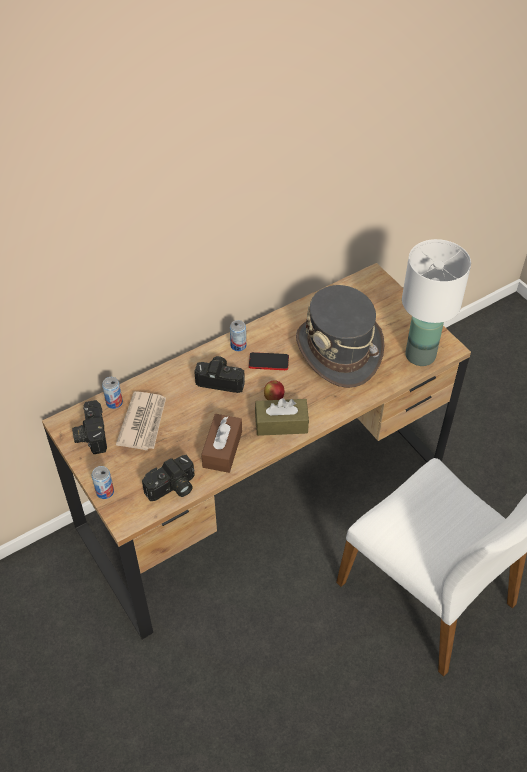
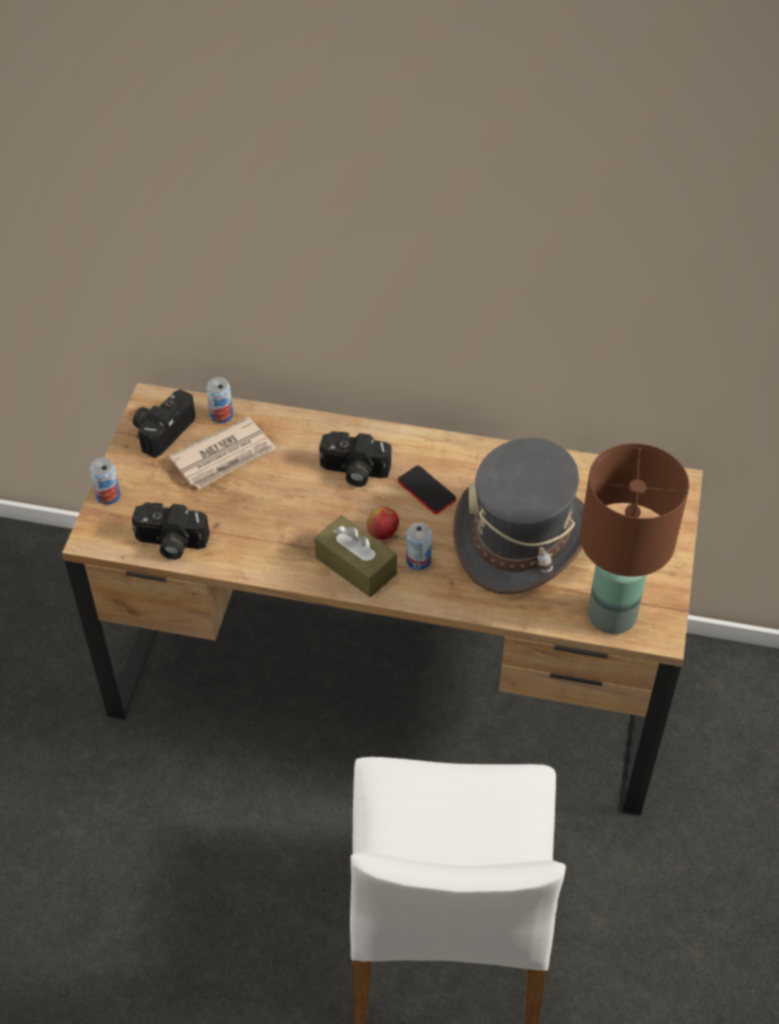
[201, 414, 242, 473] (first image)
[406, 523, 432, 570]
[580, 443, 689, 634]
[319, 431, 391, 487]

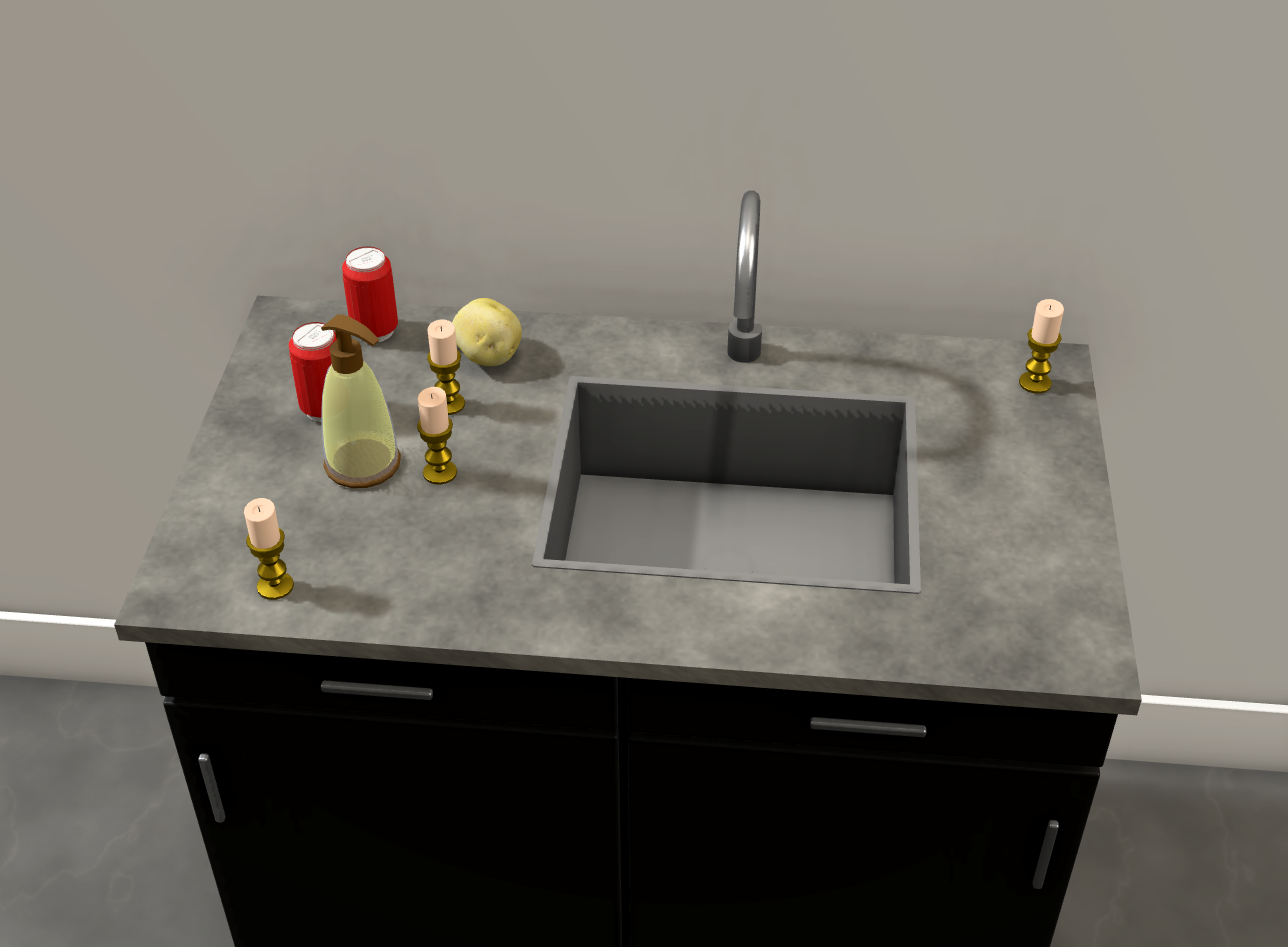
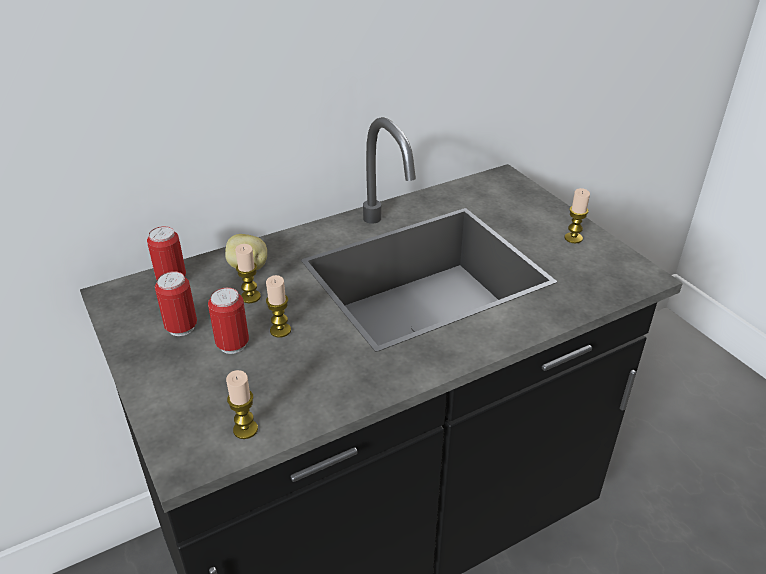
[565, 188, 590, 244]
[208, 288, 249, 354]

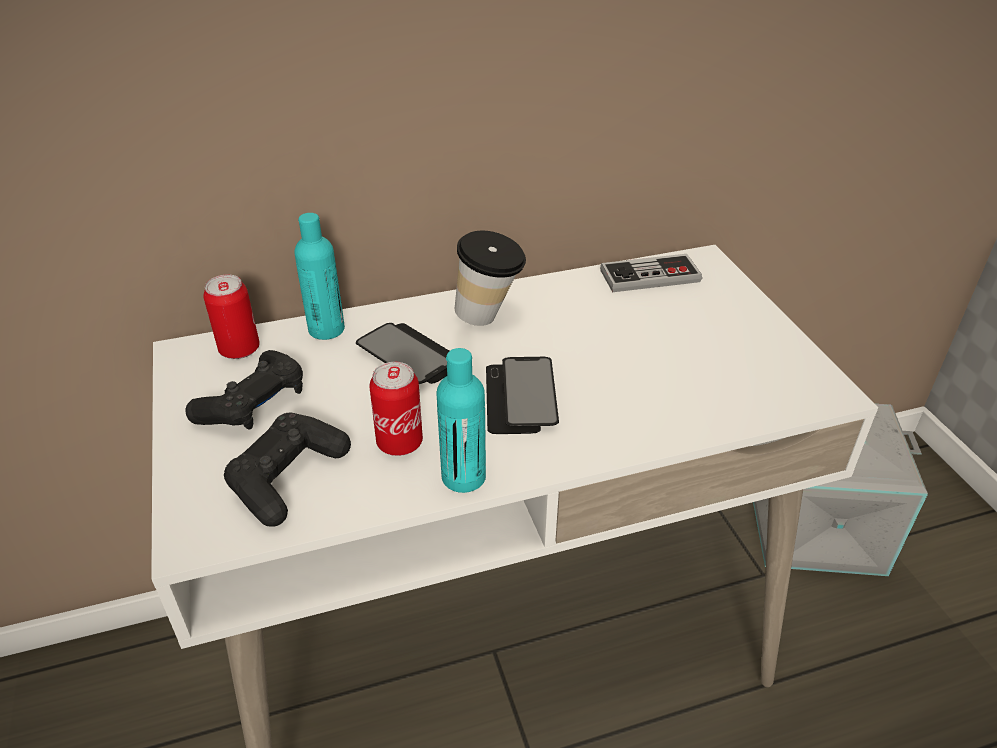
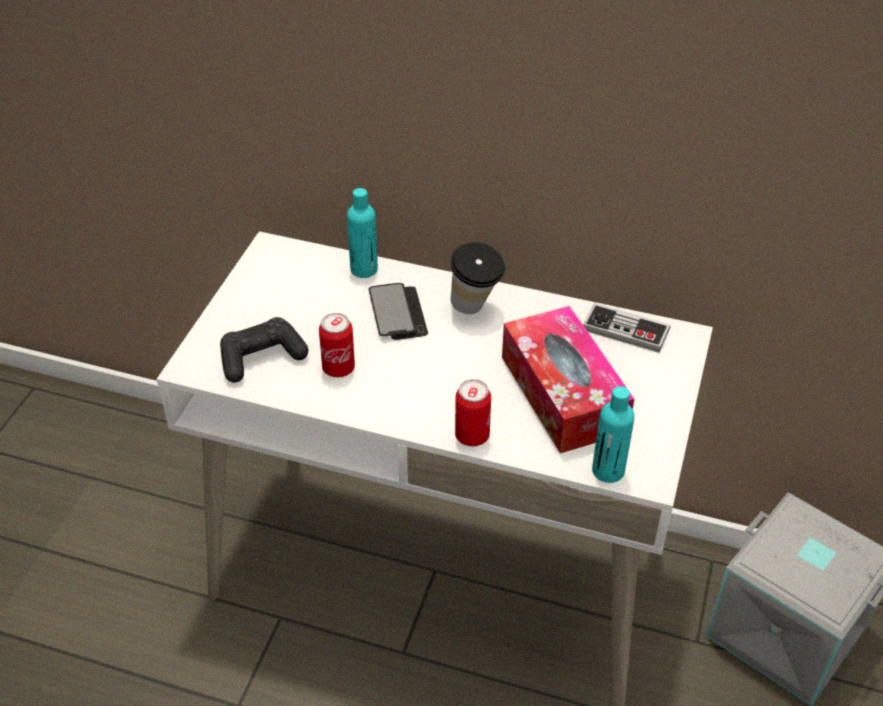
[185, 350, 303, 430] (first image)
[486, 357, 559, 434] (first image)
[502, 306, 634, 453]
[455, 379, 491, 446]
[592, 386, 635, 483]

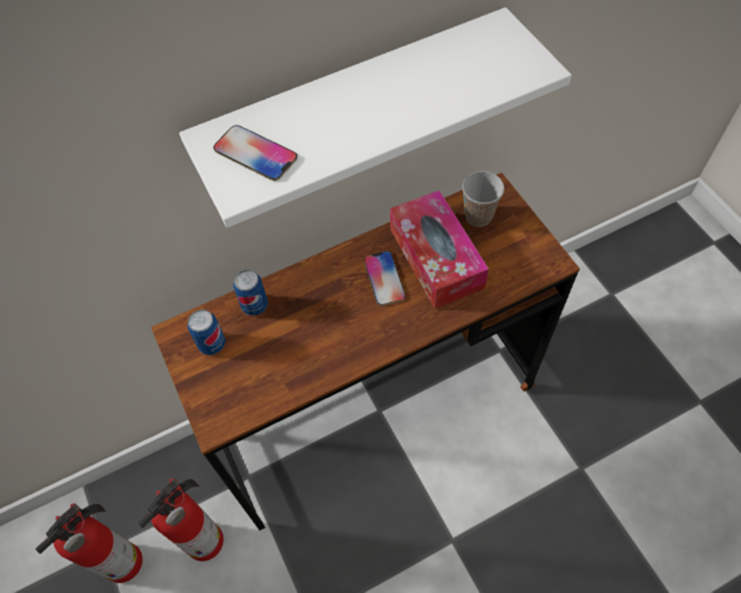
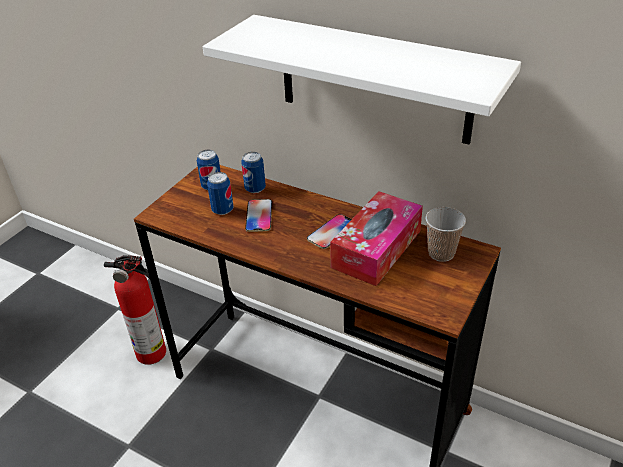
[35, 503, 143, 583] (first image)
[207, 172, 234, 215]
[245, 199, 272, 232]

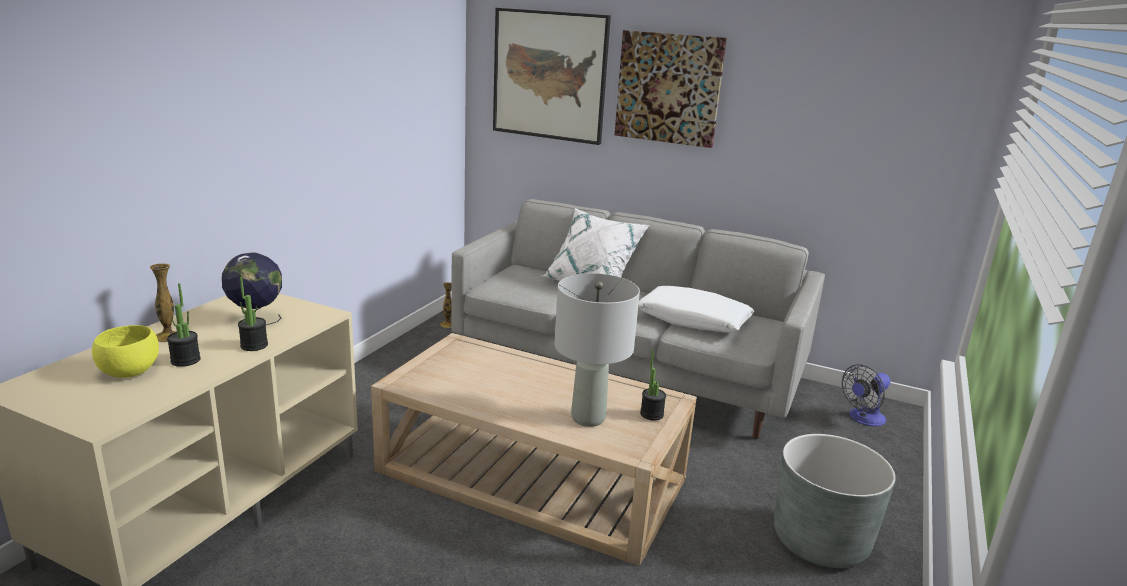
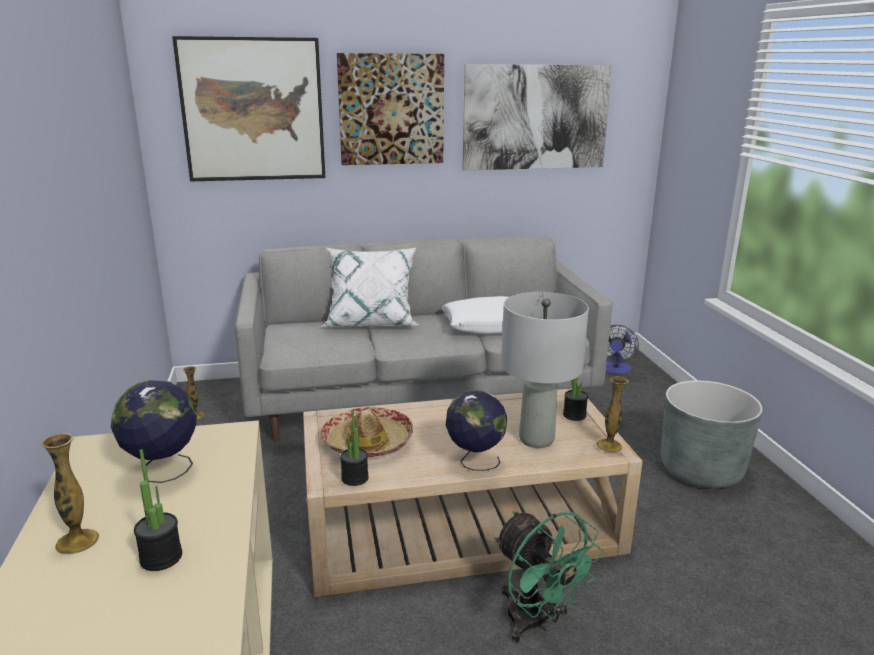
[92, 325, 159, 378] (first image)
[320, 407, 413, 457]
[446, 390, 507, 471]
[462, 64, 612, 170]
[495, 511, 604, 643]
[596, 376, 629, 452]
[340, 411, 369, 486]

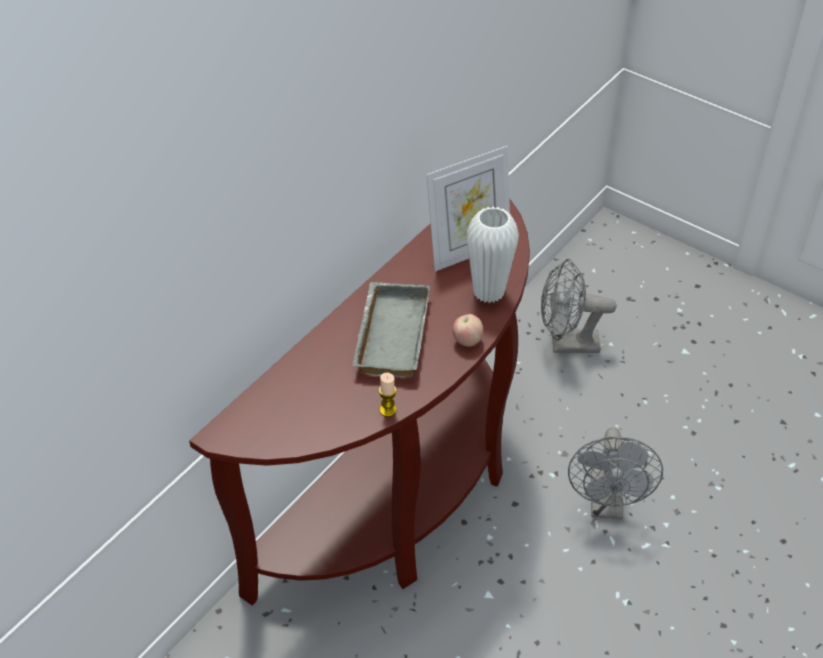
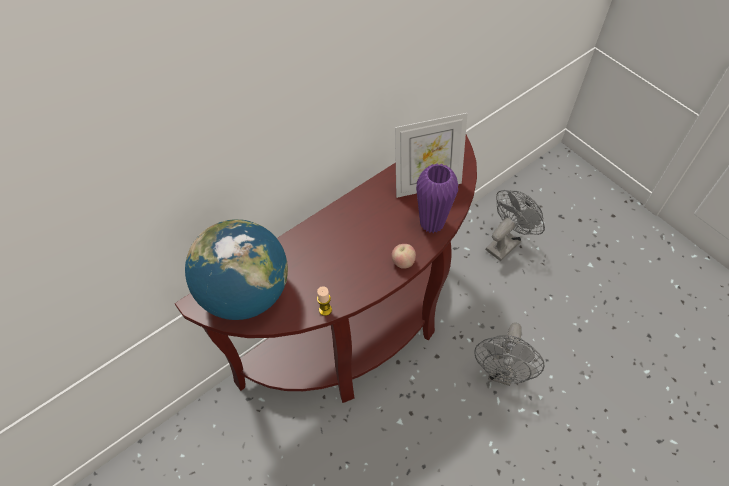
[352, 282, 430, 376] (first image)
[185, 219, 288, 320]
[416, 163, 458, 233]
[486, 190, 545, 261]

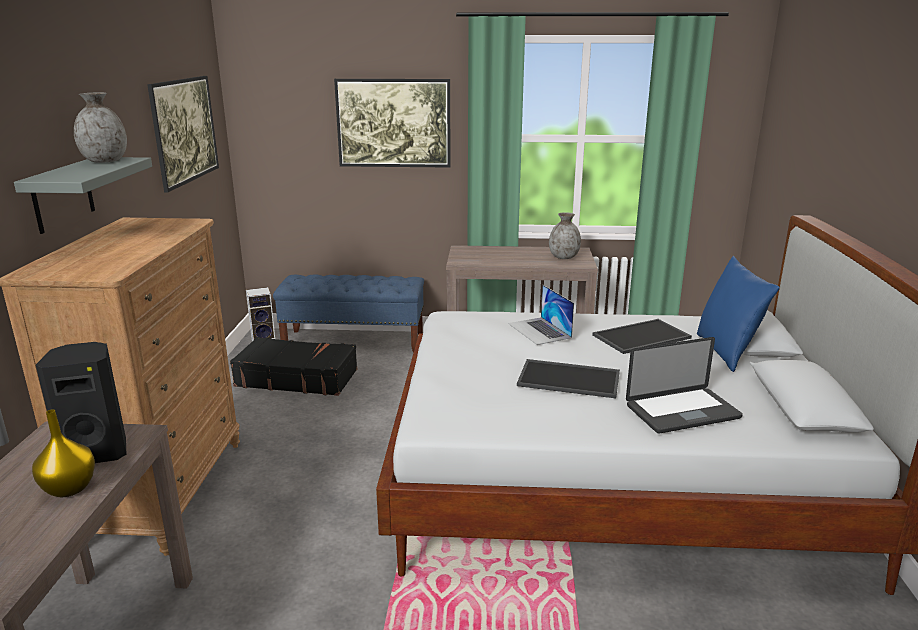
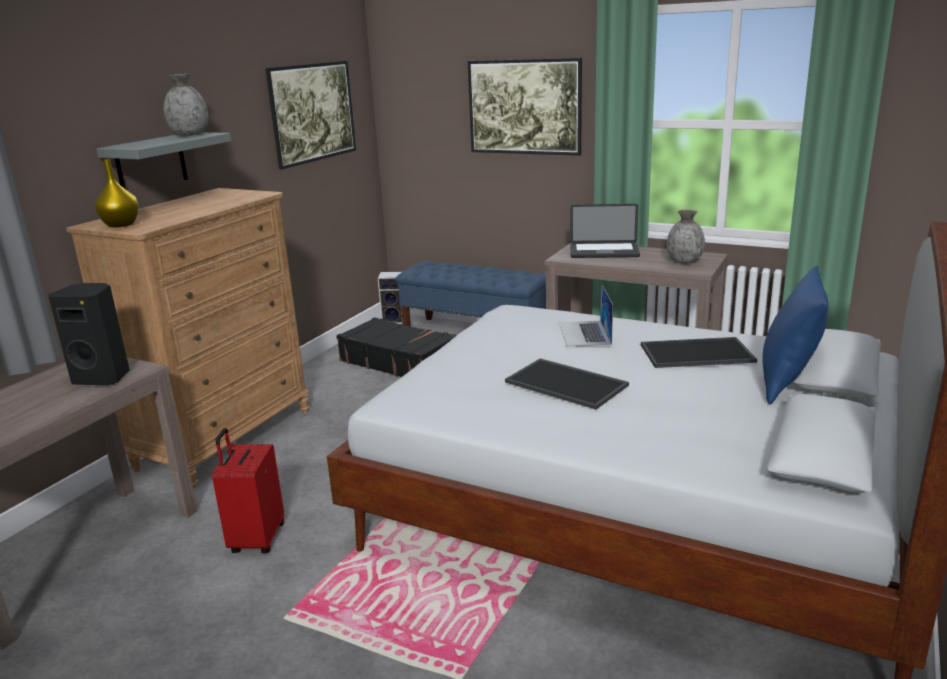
[212, 428, 284, 553]
[95, 159, 139, 227]
[570, 204, 640, 258]

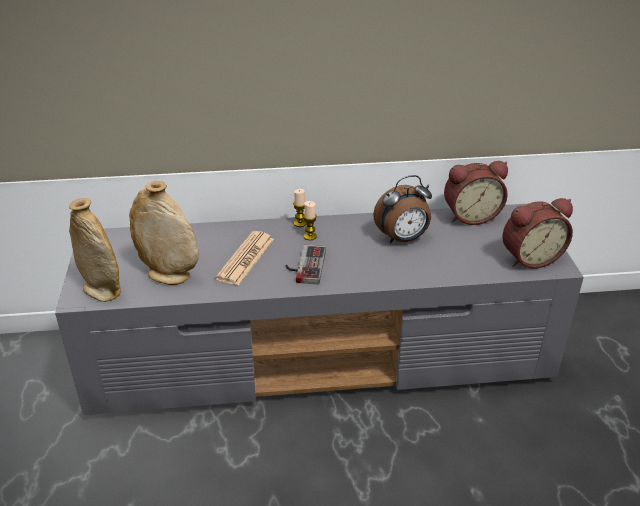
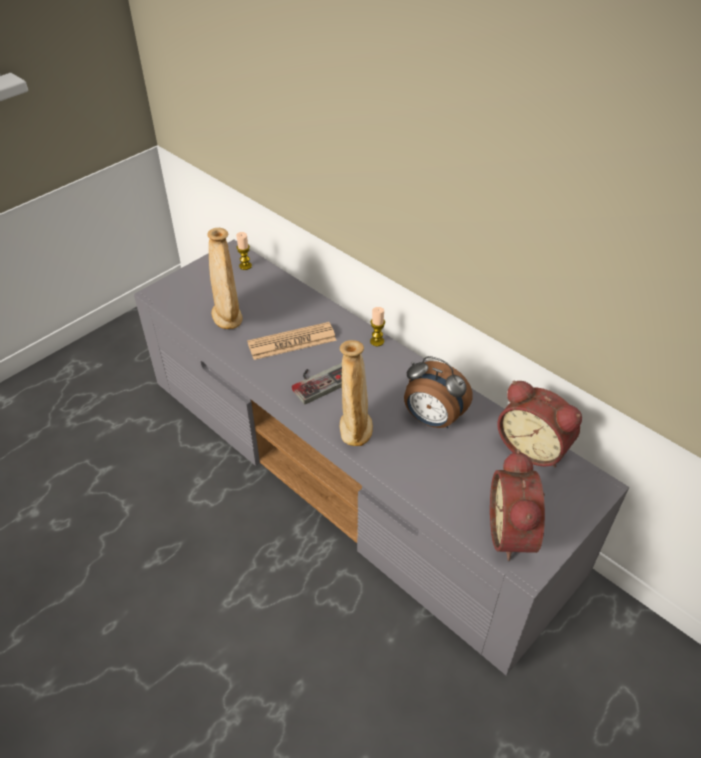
[340, 340, 373, 446]
[236, 232, 252, 270]
[490, 450, 545, 561]

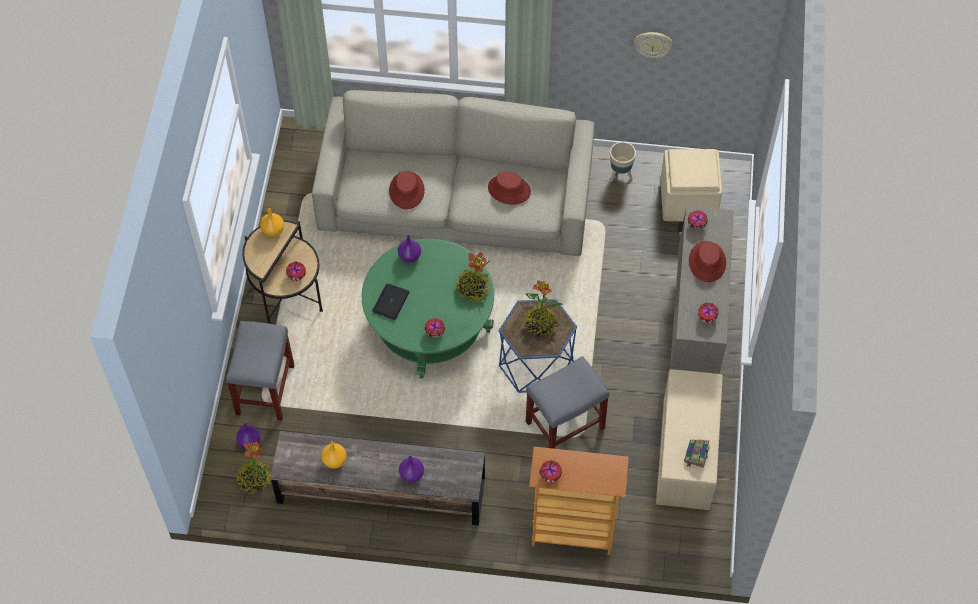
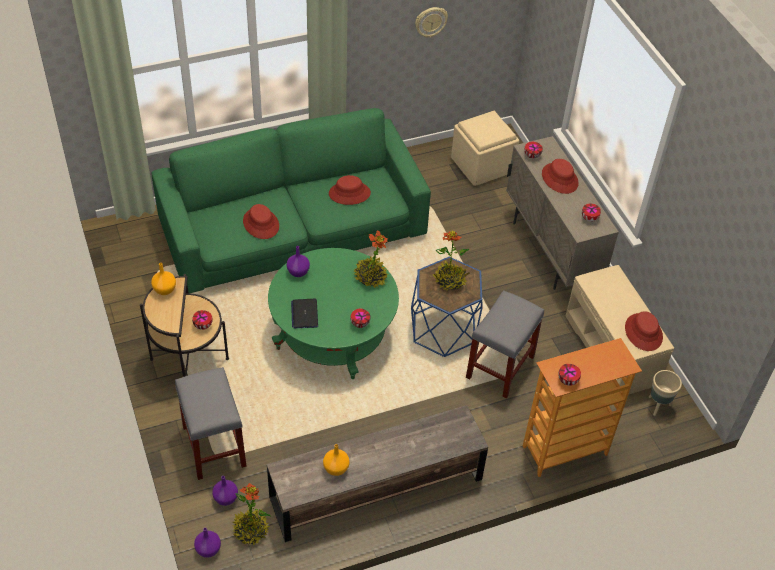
[194, 527, 221, 558]
[649, 370, 682, 416]
[625, 311, 663, 351]
[152, 108, 431, 293]

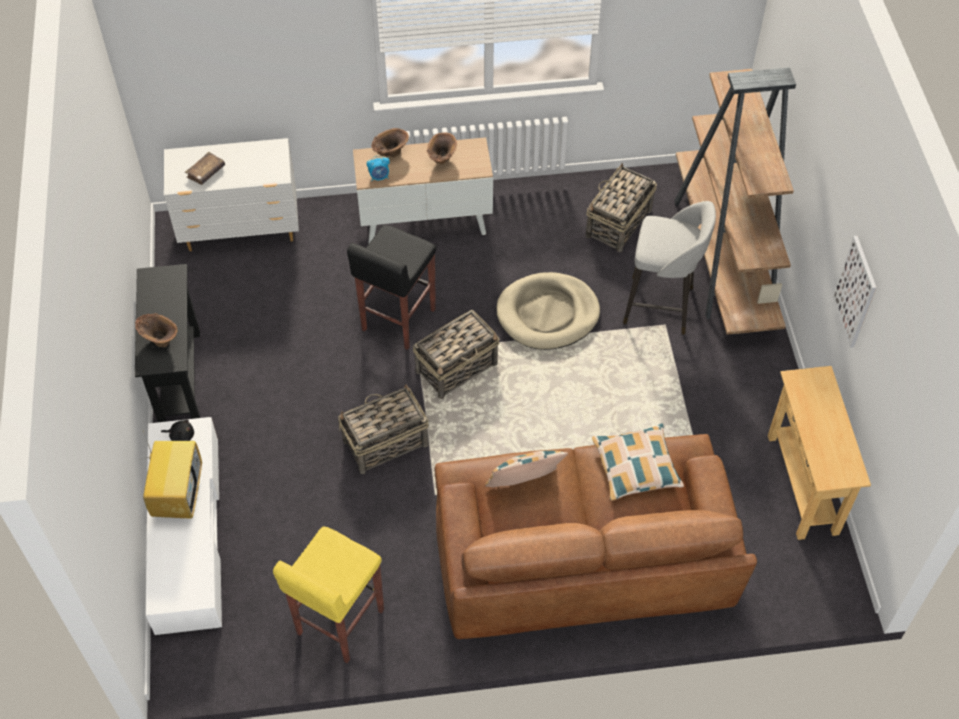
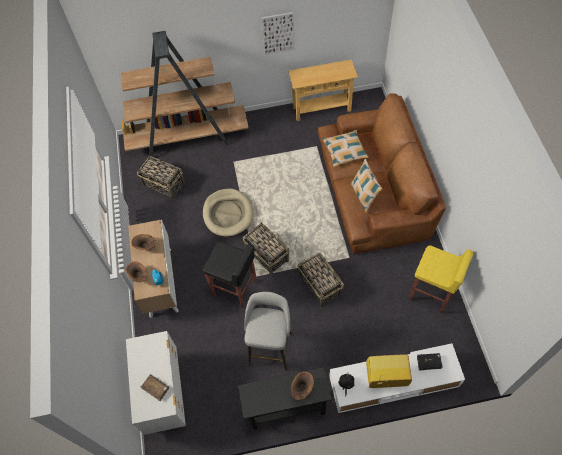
[417, 353, 443, 371]
[244, 292, 292, 370]

